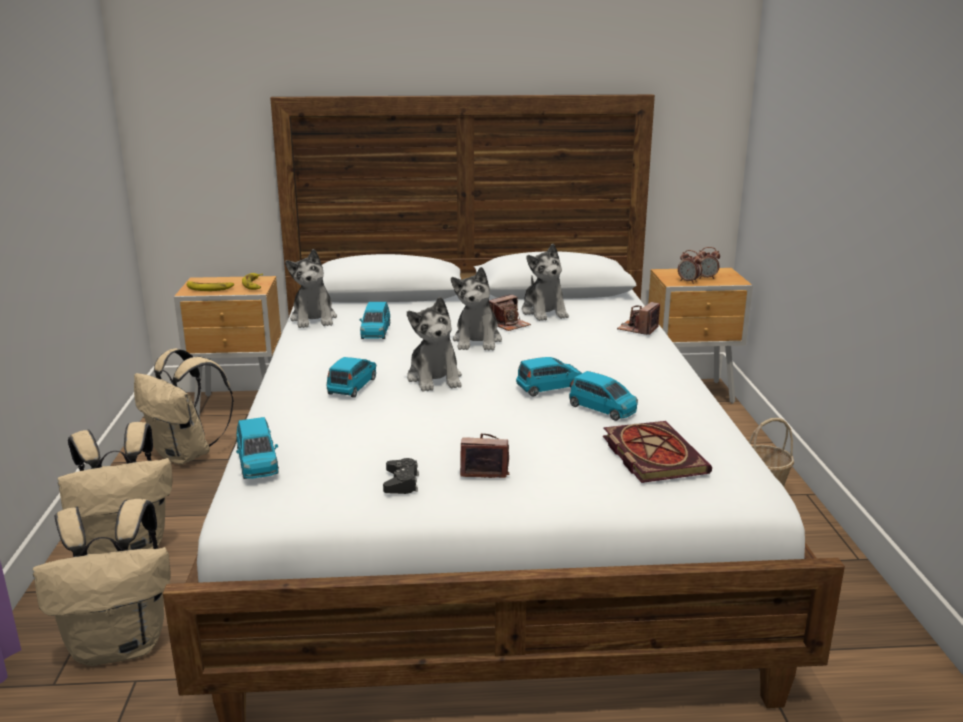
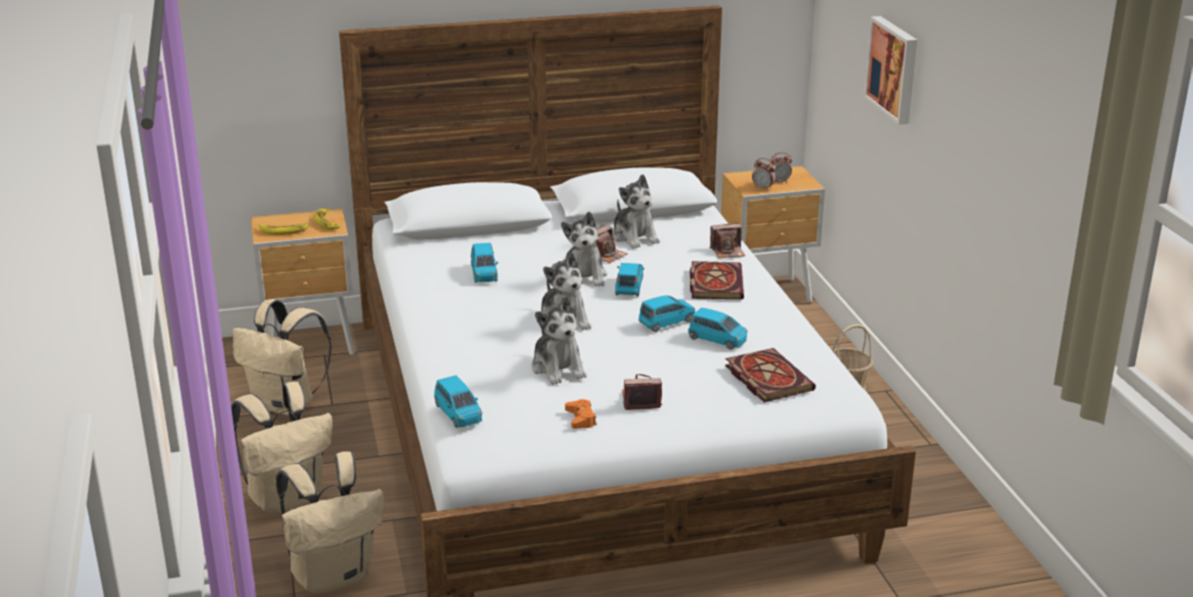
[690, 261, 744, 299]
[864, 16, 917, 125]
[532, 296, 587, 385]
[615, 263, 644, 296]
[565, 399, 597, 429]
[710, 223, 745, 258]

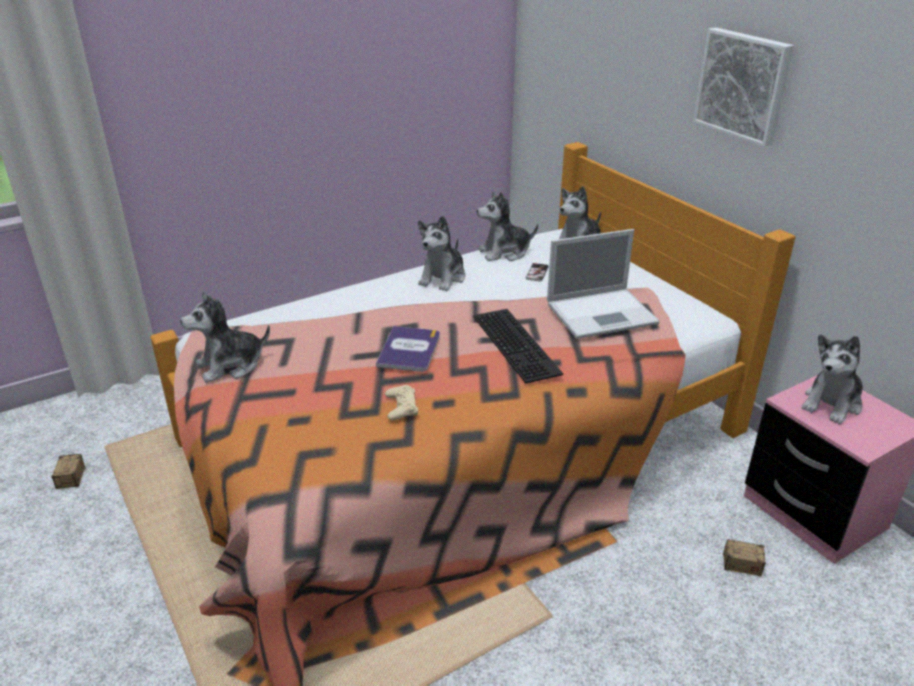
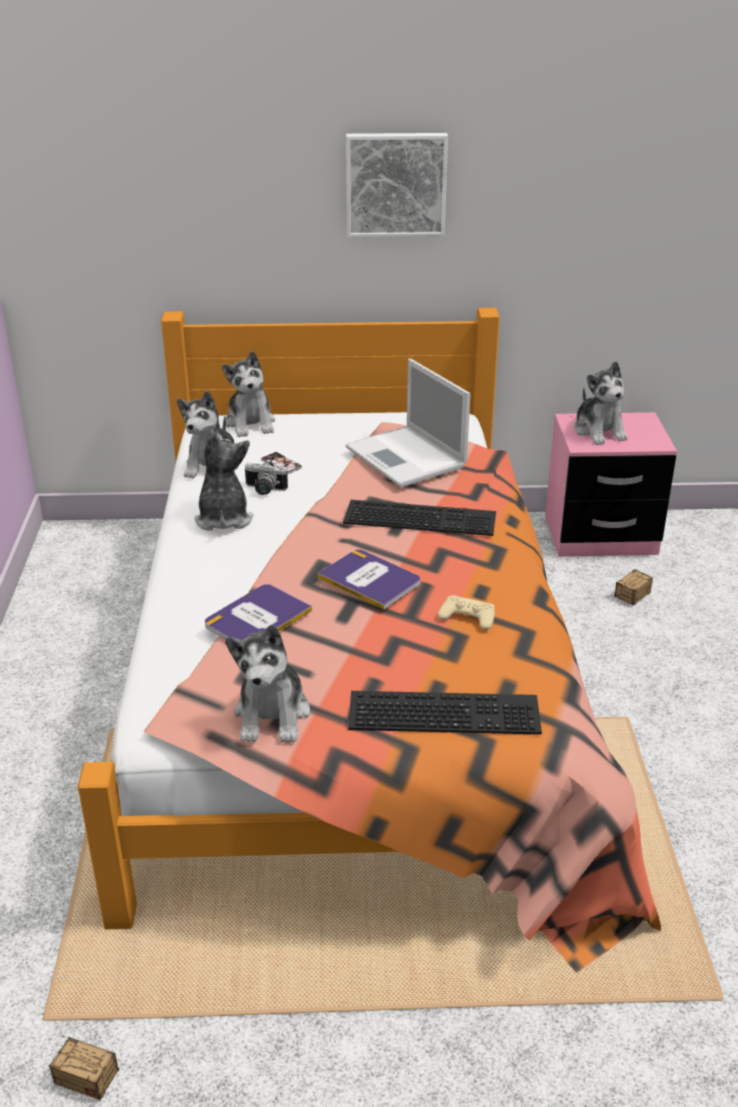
[205, 584, 312, 639]
[245, 459, 288, 495]
[348, 691, 542, 735]
[194, 431, 253, 530]
[345, 359, 470, 487]

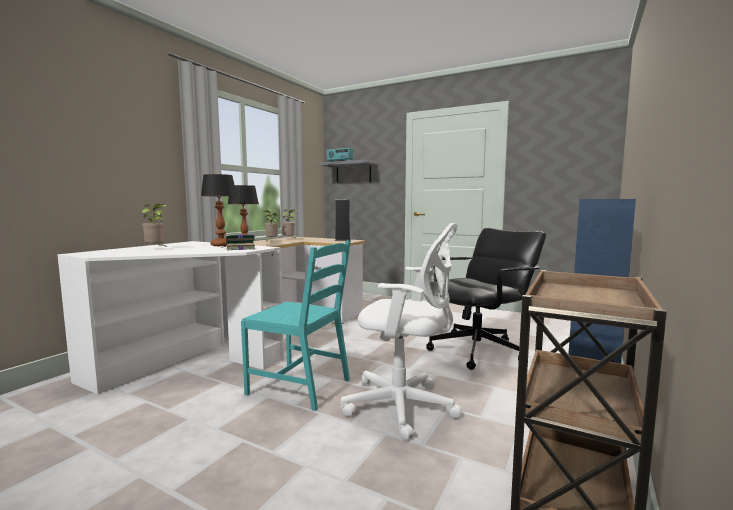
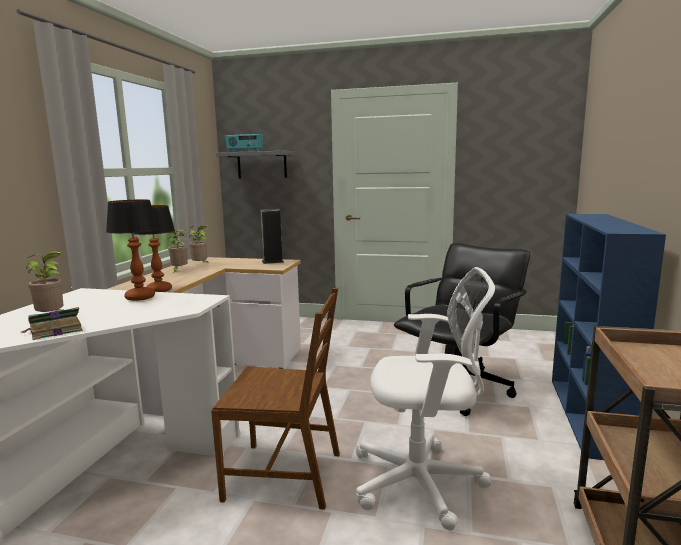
[20, 307, 83, 340]
[211, 288, 340, 510]

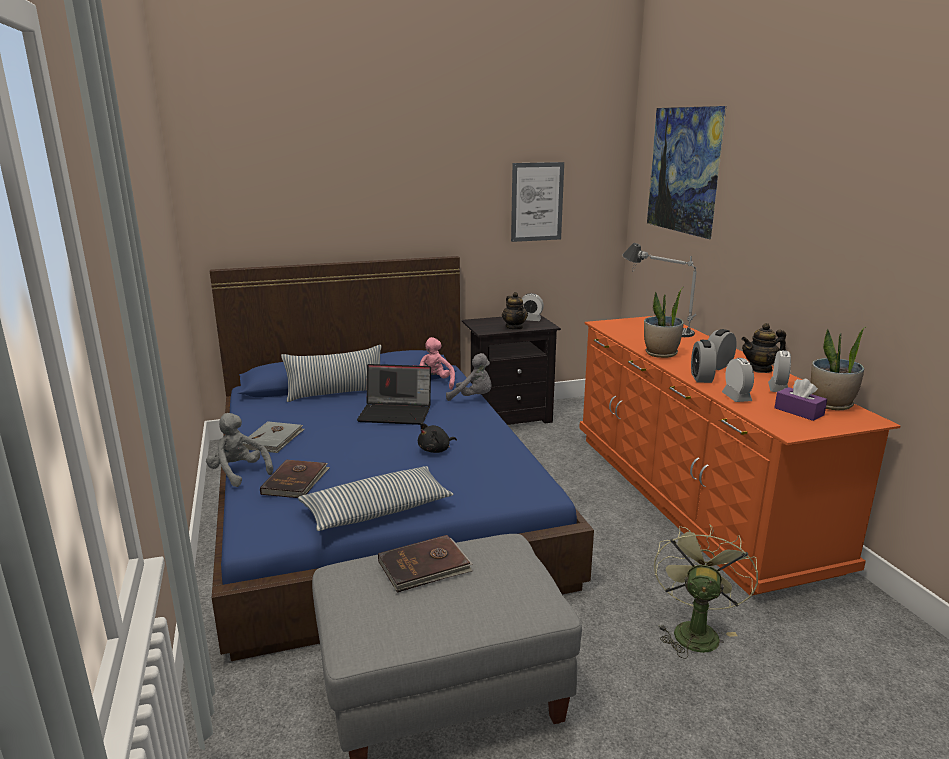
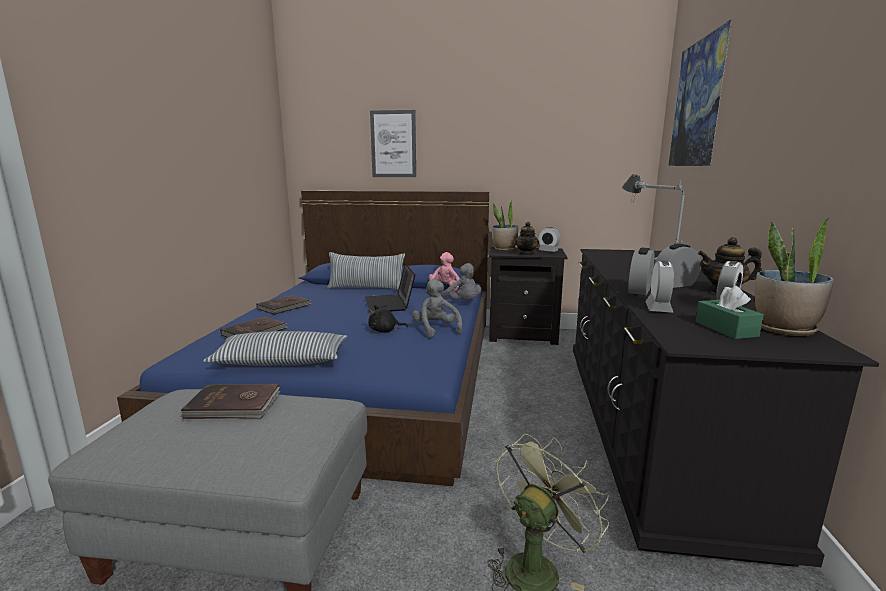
[412, 279, 462, 338]
[370, 110, 416, 177]
[492, 201, 518, 251]
[256, 295, 312, 315]
[573, 249, 879, 567]
[696, 285, 764, 339]
[365, 263, 415, 313]

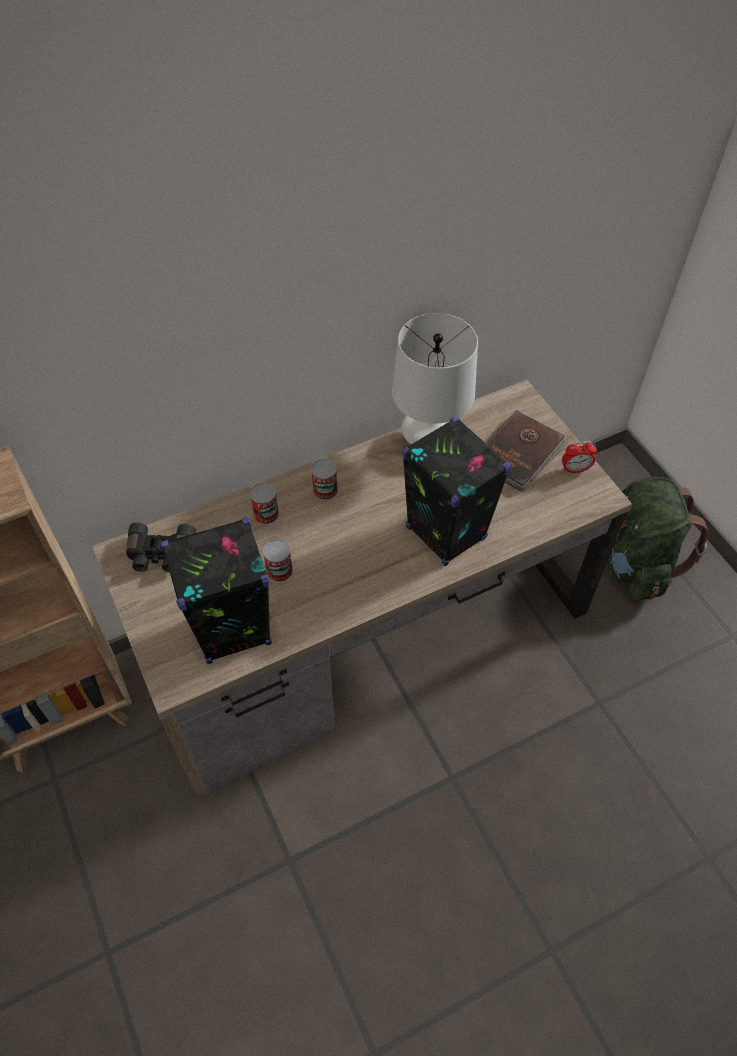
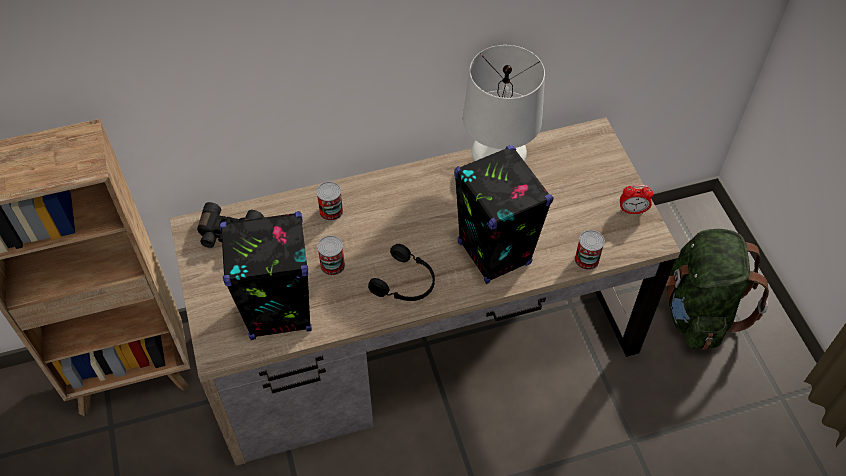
[486, 410, 569, 492] (first image)
[368, 244, 435, 301]
[575, 230, 605, 270]

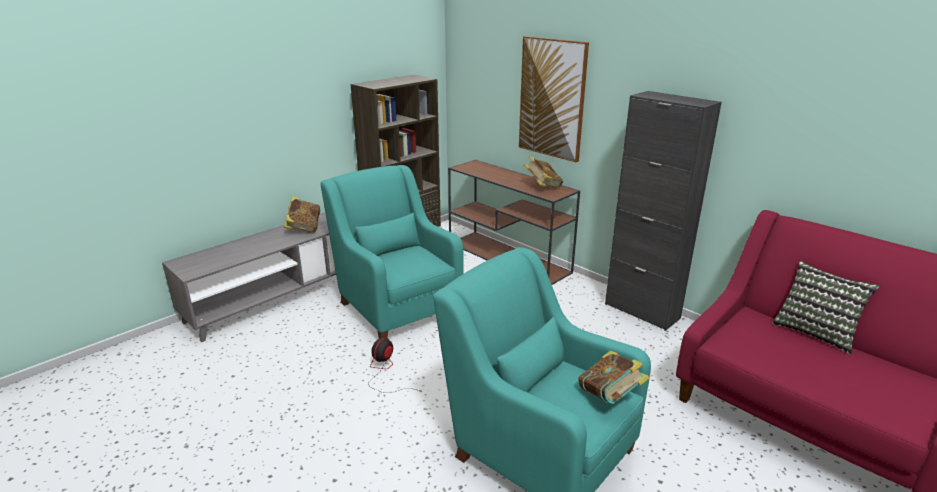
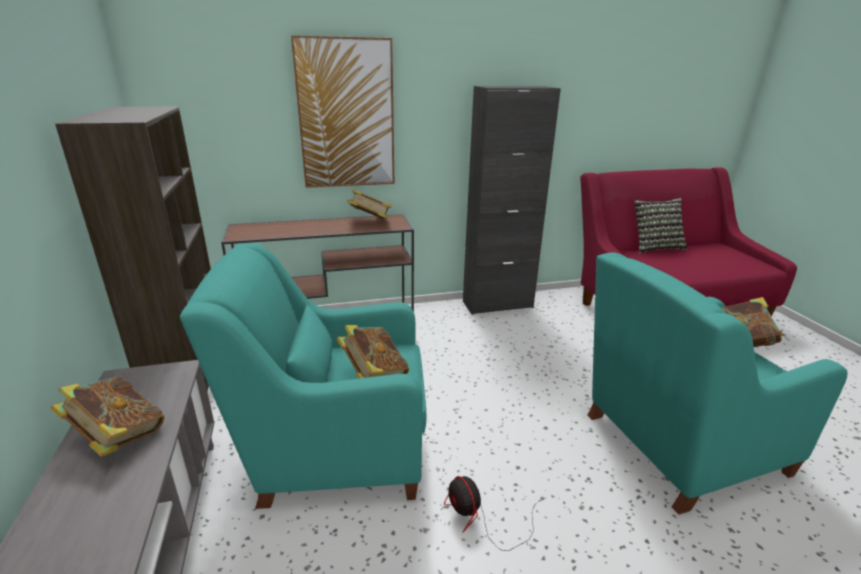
[337, 325, 409, 379]

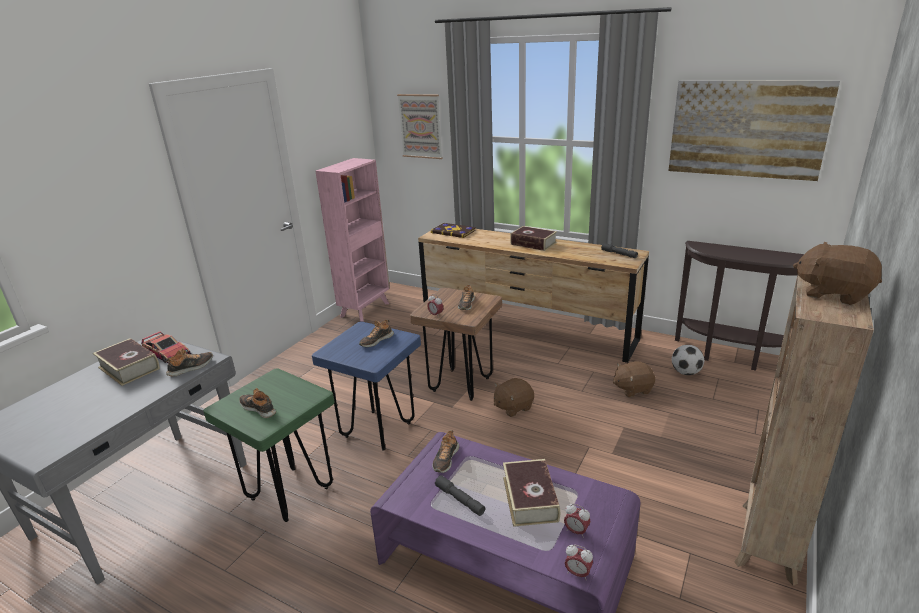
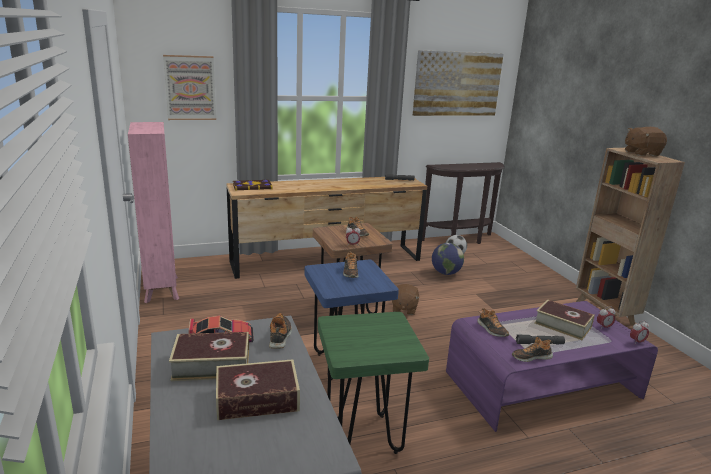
[512, 337, 553, 362]
[216, 359, 300, 420]
[432, 243, 464, 275]

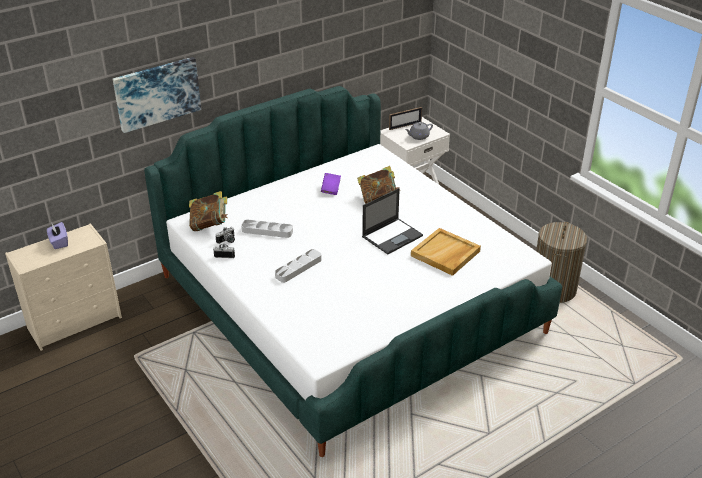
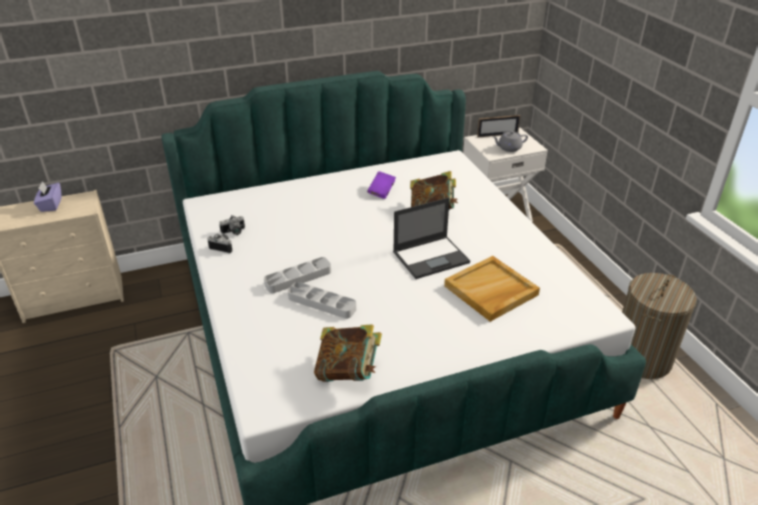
[113, 57, 201, 133] (first image)
[314, 324, 382, 382]
[288, 282, 356, 319]

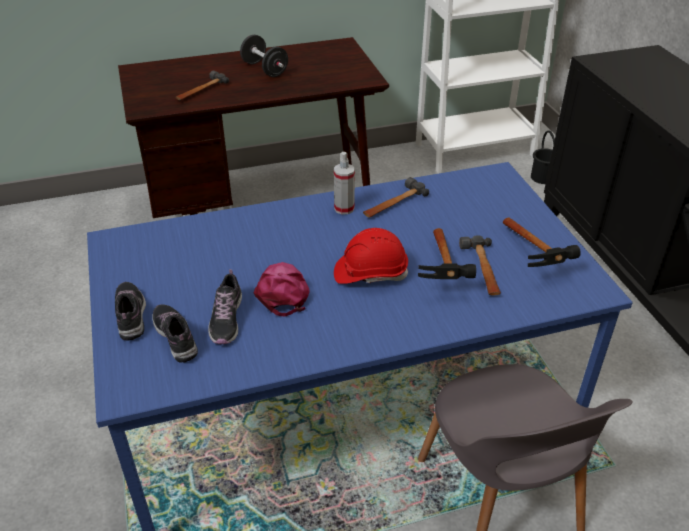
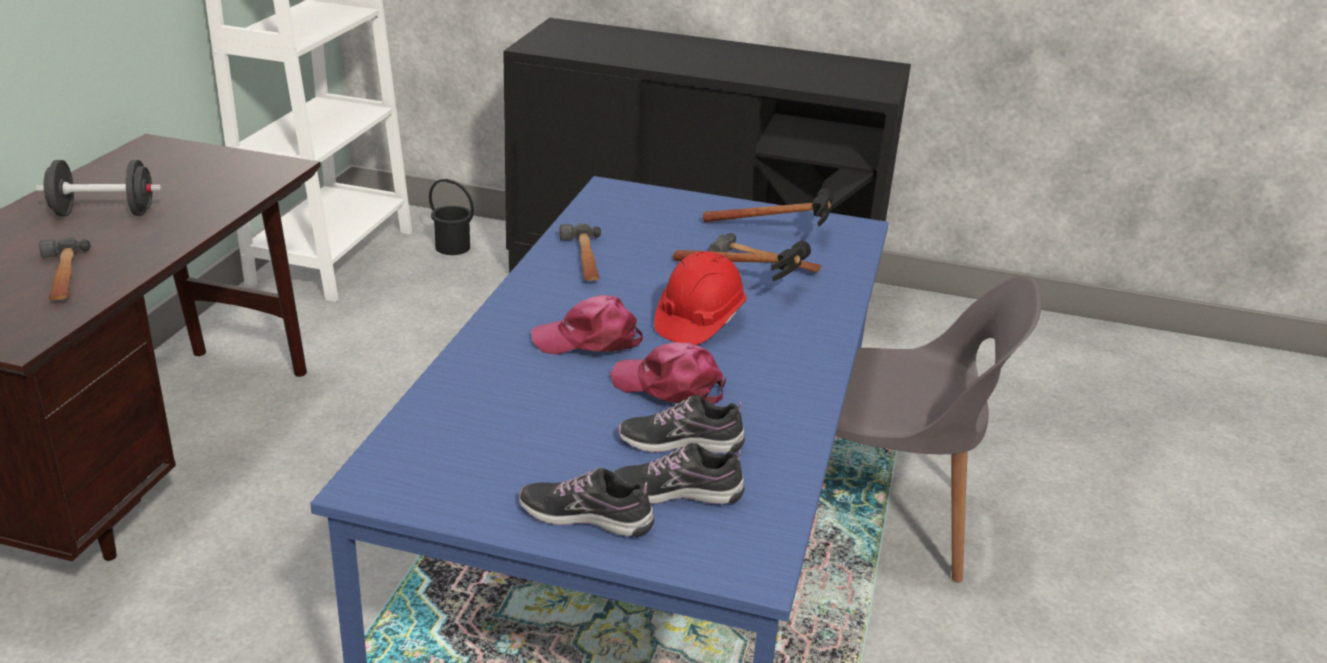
[334, 152, 355, 214] (first image)
[531, 295, 643, 355]
[618, 395, 745, 453]

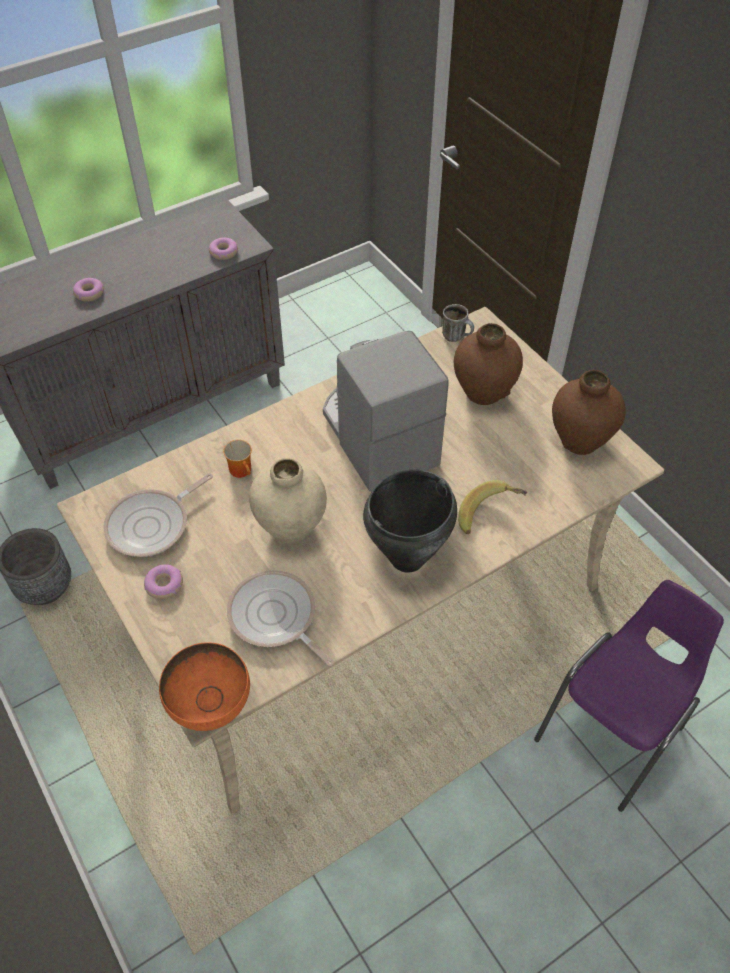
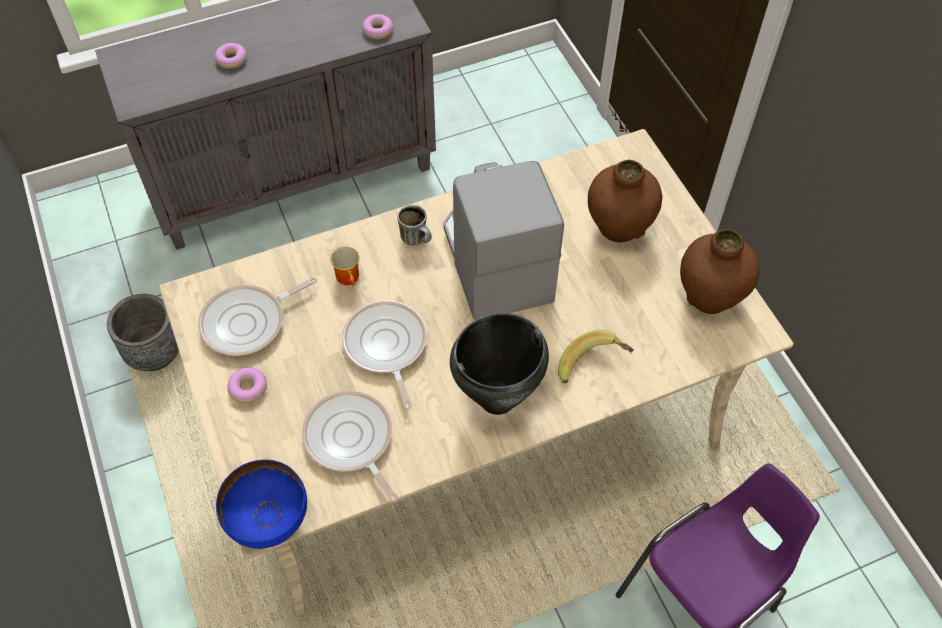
[397, 205, 432, 246]
[342, 300, 427, 409]
[216, 459, 307, 549]

